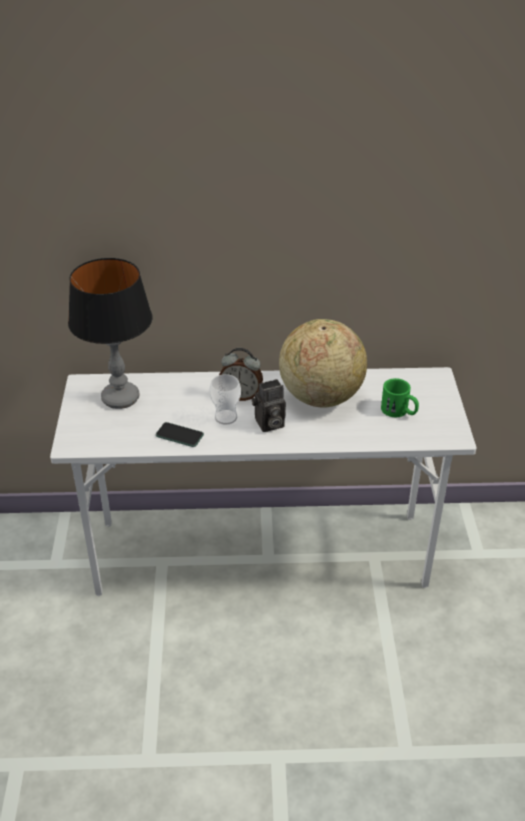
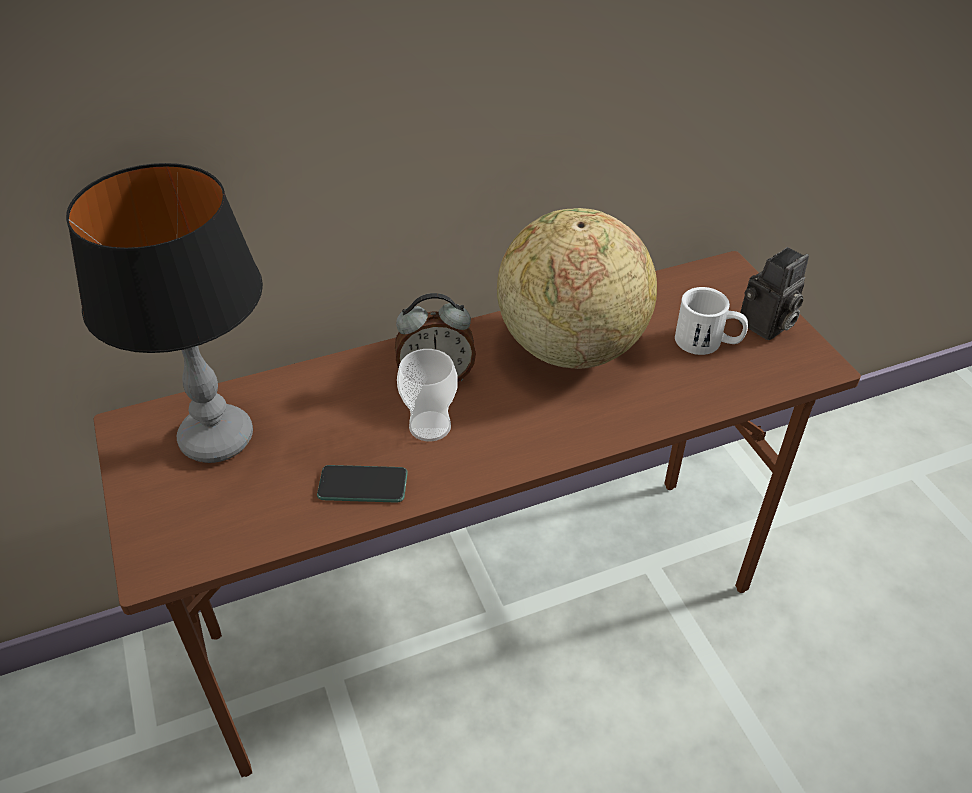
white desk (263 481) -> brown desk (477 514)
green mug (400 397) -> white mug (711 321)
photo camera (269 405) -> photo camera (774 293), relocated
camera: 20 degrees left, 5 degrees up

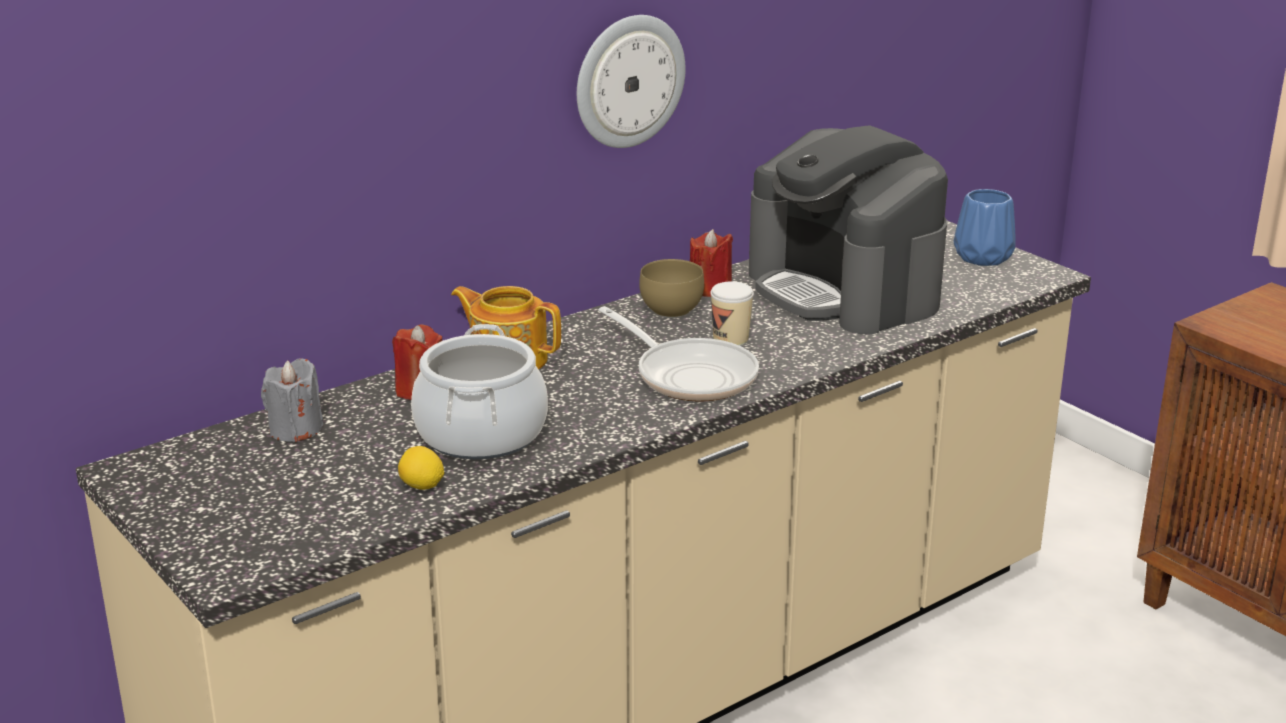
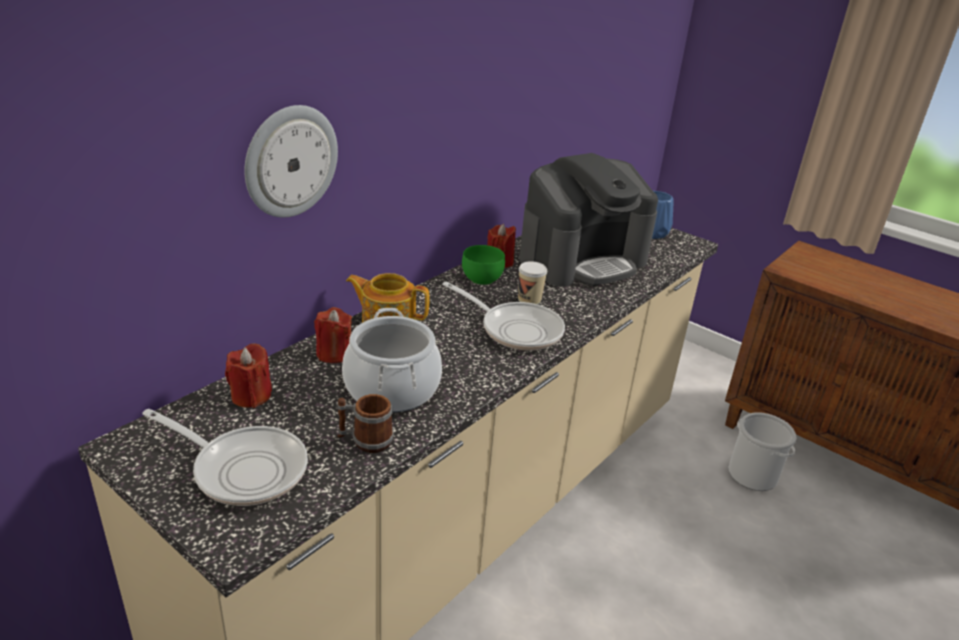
none -> frying pan (225 457)
grey candle (292 400) -> red candle (248 376)
wall clock (631 81) -> wall clock (291 161), relocated
lemon (421 468) -> mug (365 423)
brown bowl (671 288) -> green bowl (483 265)
coffee machine (848 229) -> coffee machine (588 220), 75 degrees counterclockwise
none -> bucket (763 451)
camera: 15 degrees left, 5 degrees up

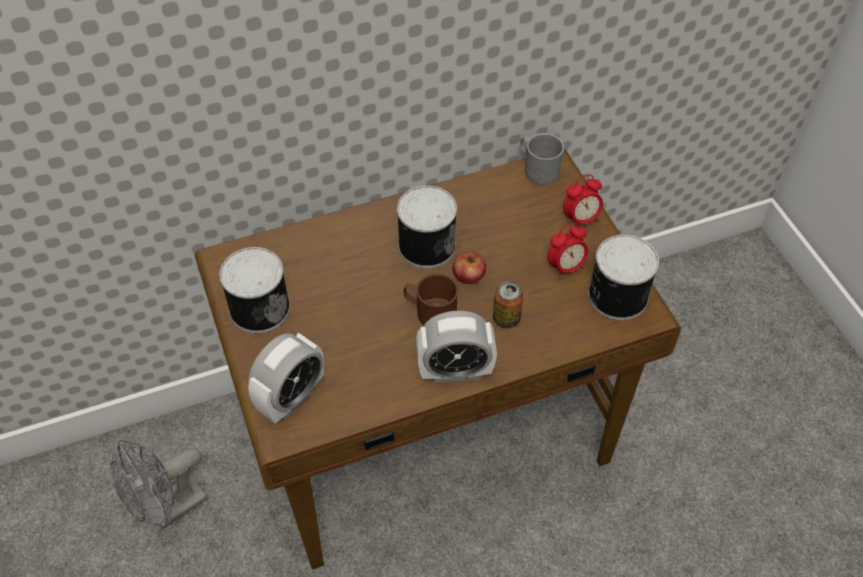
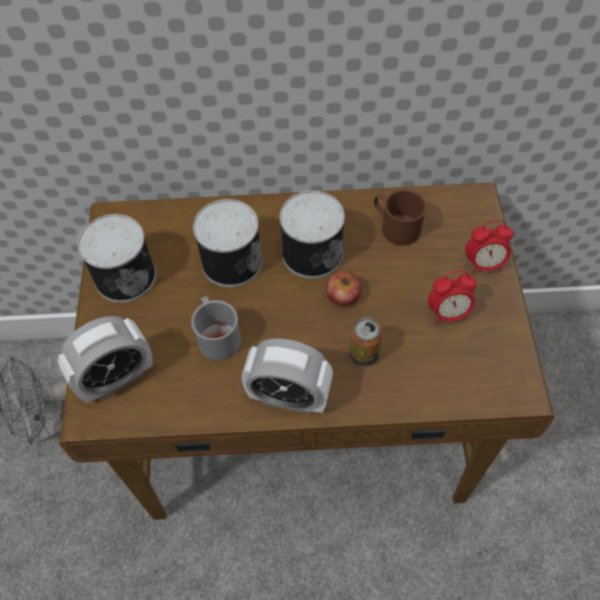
grey mug (542 158) -> grey mug (216 328), relocated
can (623 277) -> can (227 243), relocated
brown mug (431 299) -> brown mug (400 217), relocated
camera: 20 degrees right, 5 degrees up

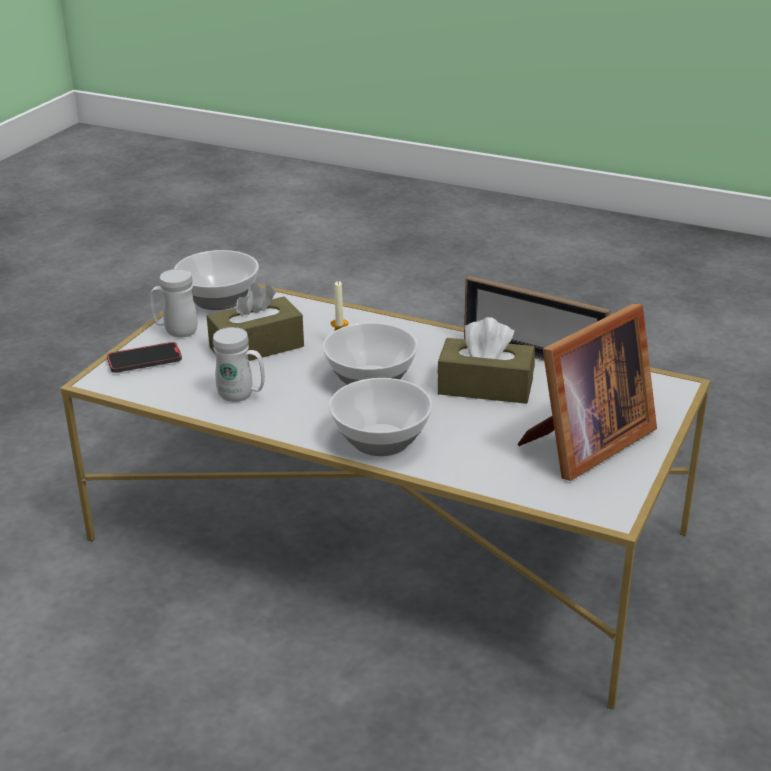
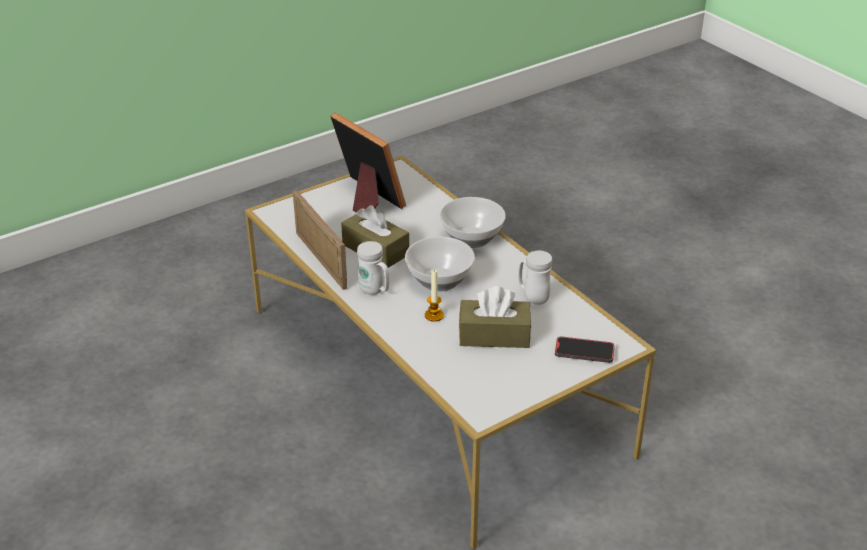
picture frame (587 392) -> picture frame (368 162), 60 degrees clockwise
white mug (173 303) -> white mug (373 268), relocated
bowl (216 280) -> none
camera: 150 degrees left, 5 degrees up

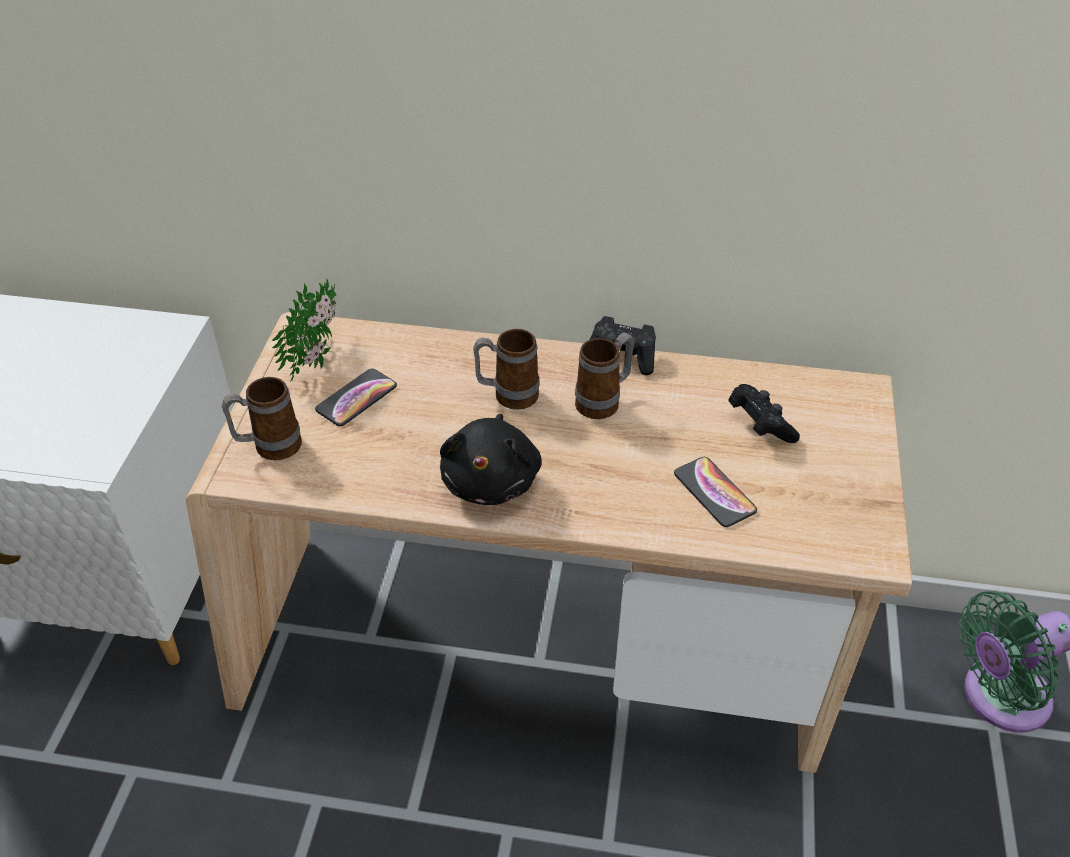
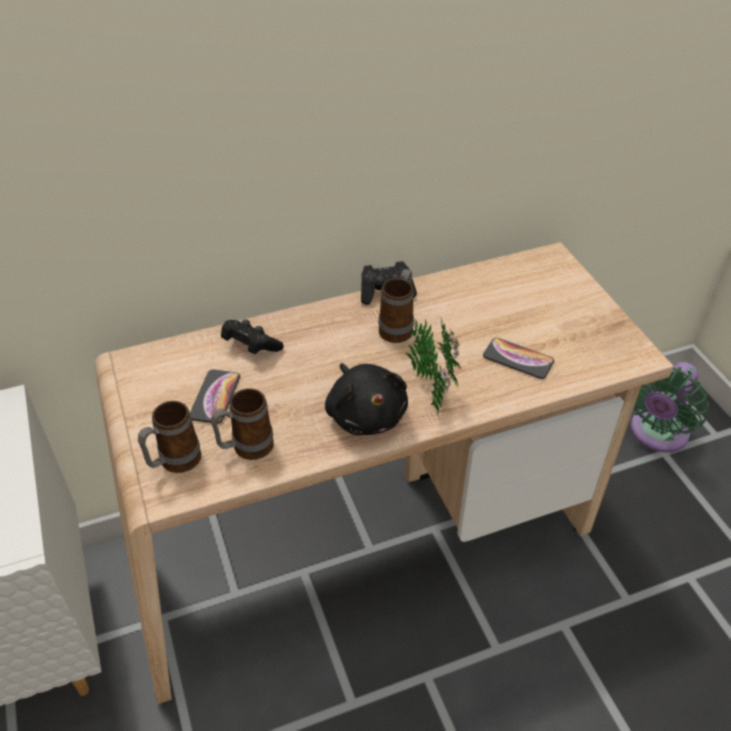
mug (506 369) -> mug (242 424), relocated
black game controller (764 413) -> black game controller (252 337), relocated
potted plant (304 330) -> potted plant (433 364), relocated
camera: 30 degrees left, 0 degrees up

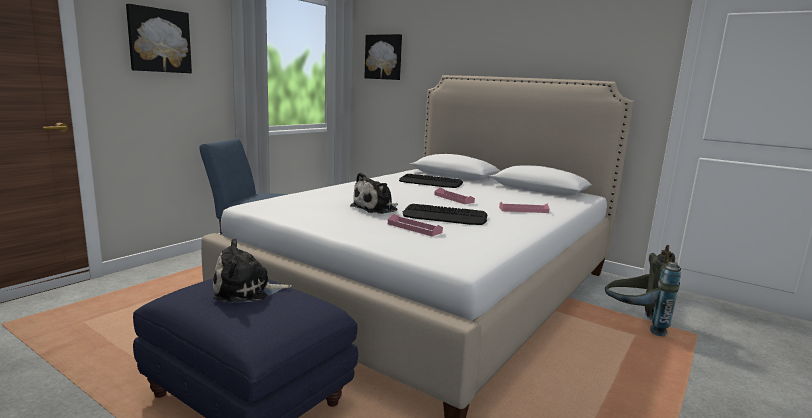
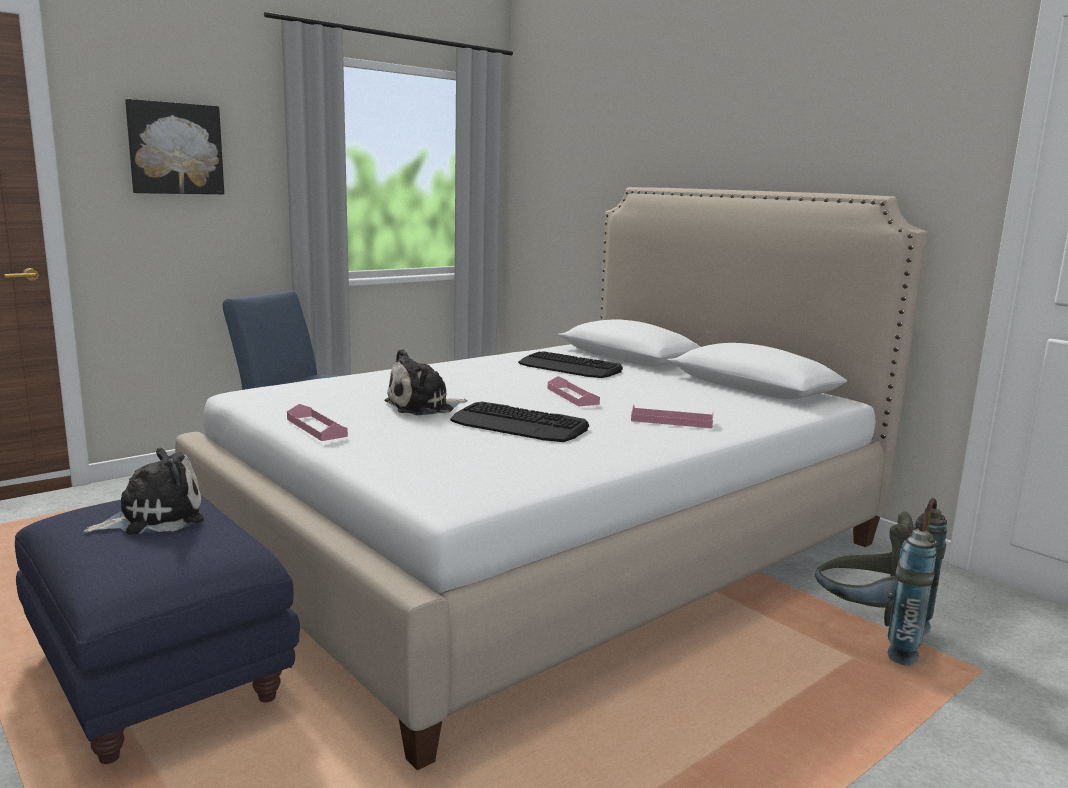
plush toy (252 270) -> plush toy (144 491), 150 degrees clockwise
pink tray (415 225) -> pink tray (317 422), relocated
picture (383 57) -> none
camera: 15 degrees right, 0 degrees up

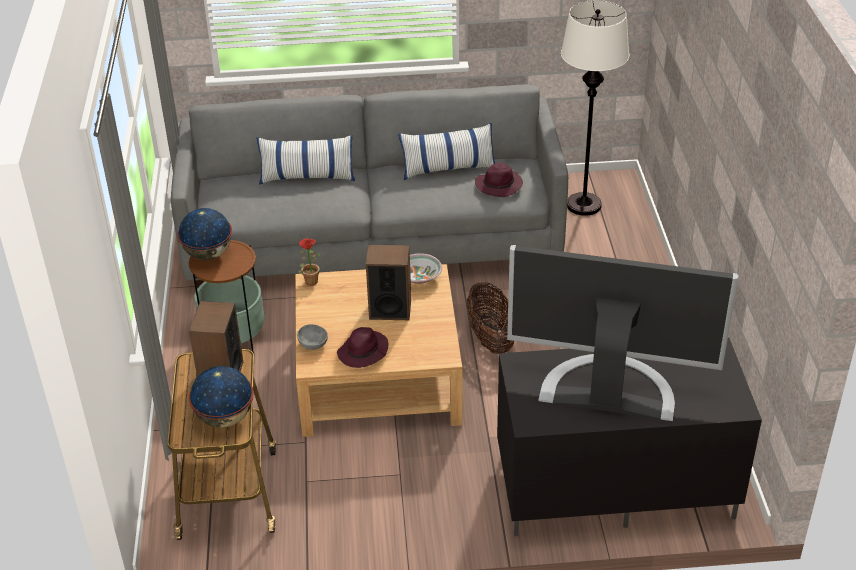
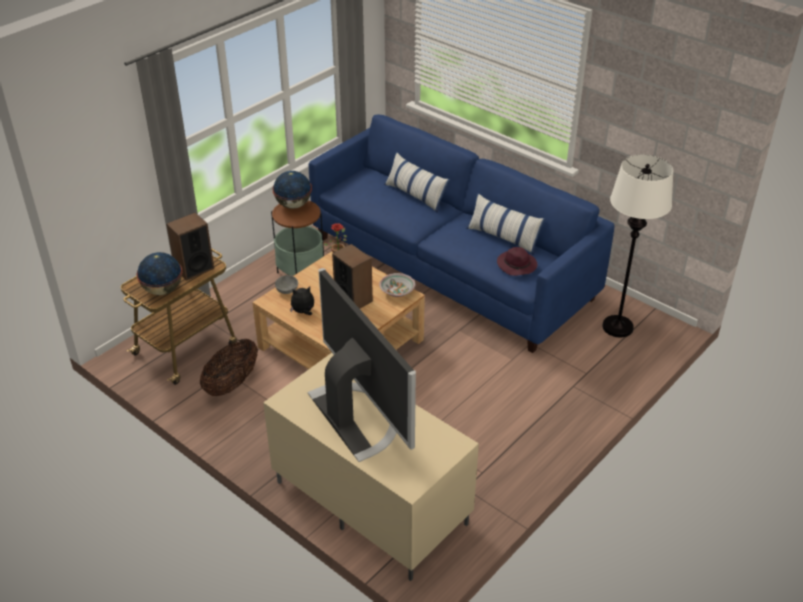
basket (490 318) -> basket (229 367), relocated
black tv stand (629 436) -> beige tv stand (371 467)
purple hat (362 347) -> plush toy (302 300)
grey sofa (369 186) -> blue sofa (461 234)
camera: 45 degrees right, 0 degrees up

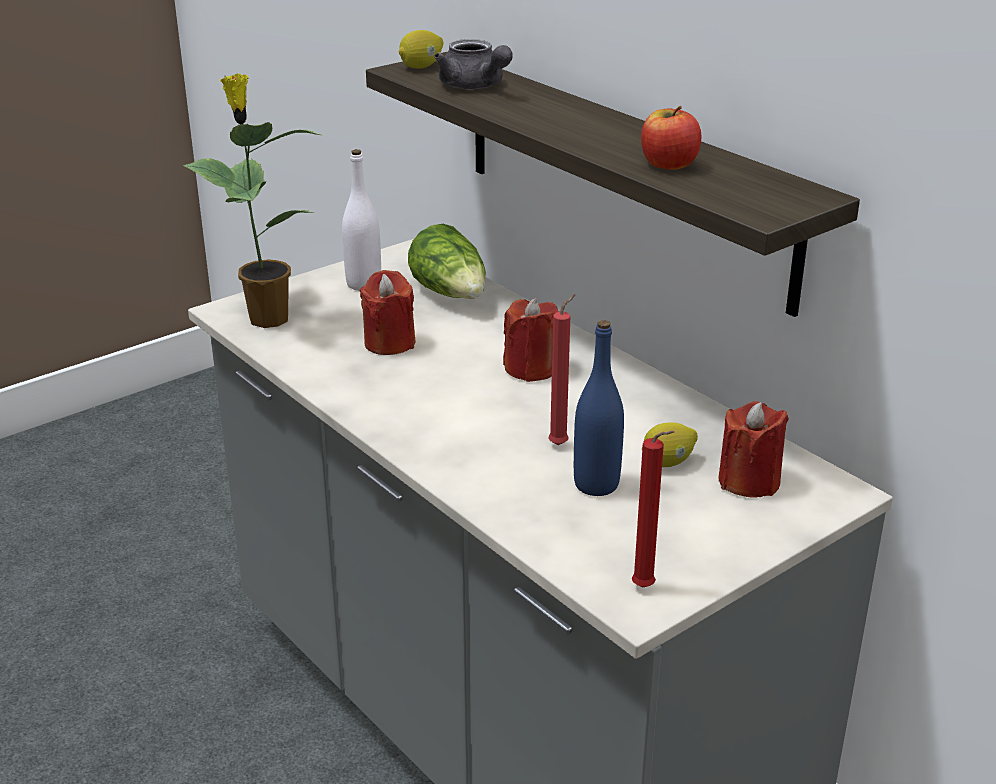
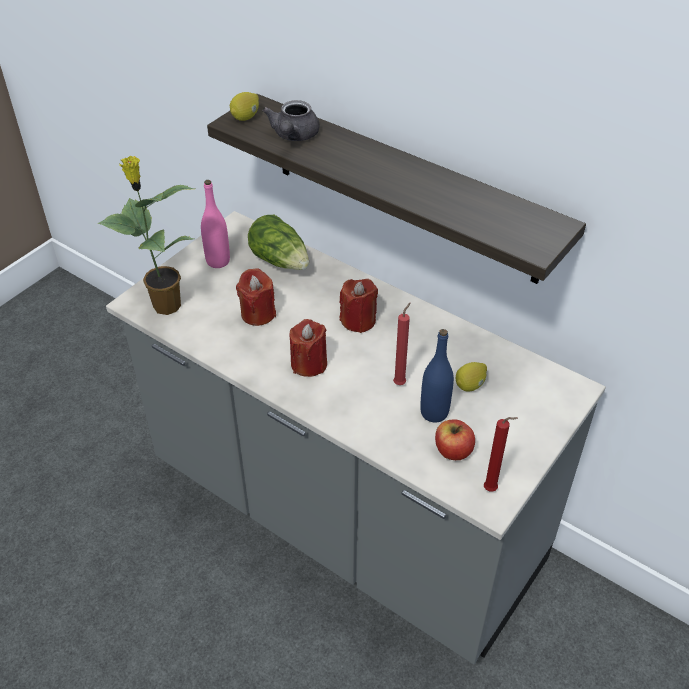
white bottle (361 220) -> pink bottle (215 224)
grey teapot (473 64) -> grey teapot (291 120), 60 degrees clockwise
red candle (753 449) -> red candle (308 348), relocated
apple (671 138) -> apple (455 439), relocated
camera: 15 degrees left, 15 degrees up

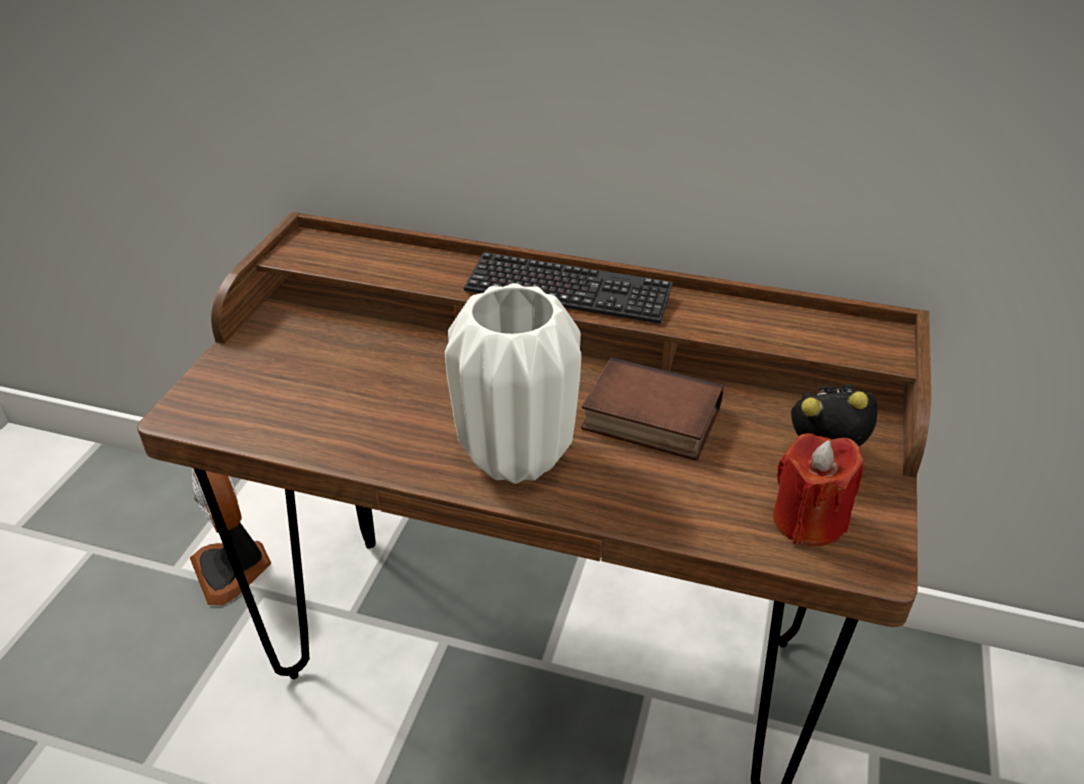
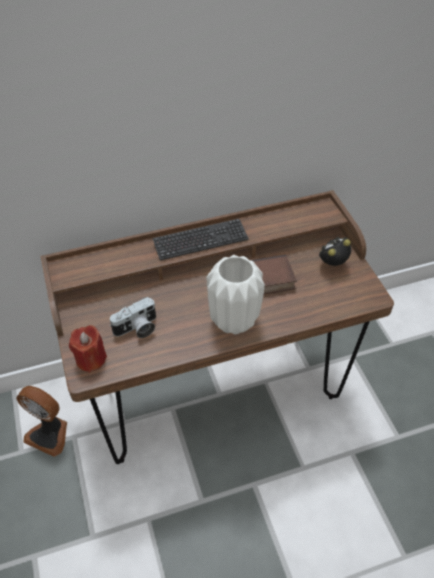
red candle (818 489) -> red candle (88 349), relocated
none -> photo camera (133 317)
camera: 35 degrees left, 10 degrees up

